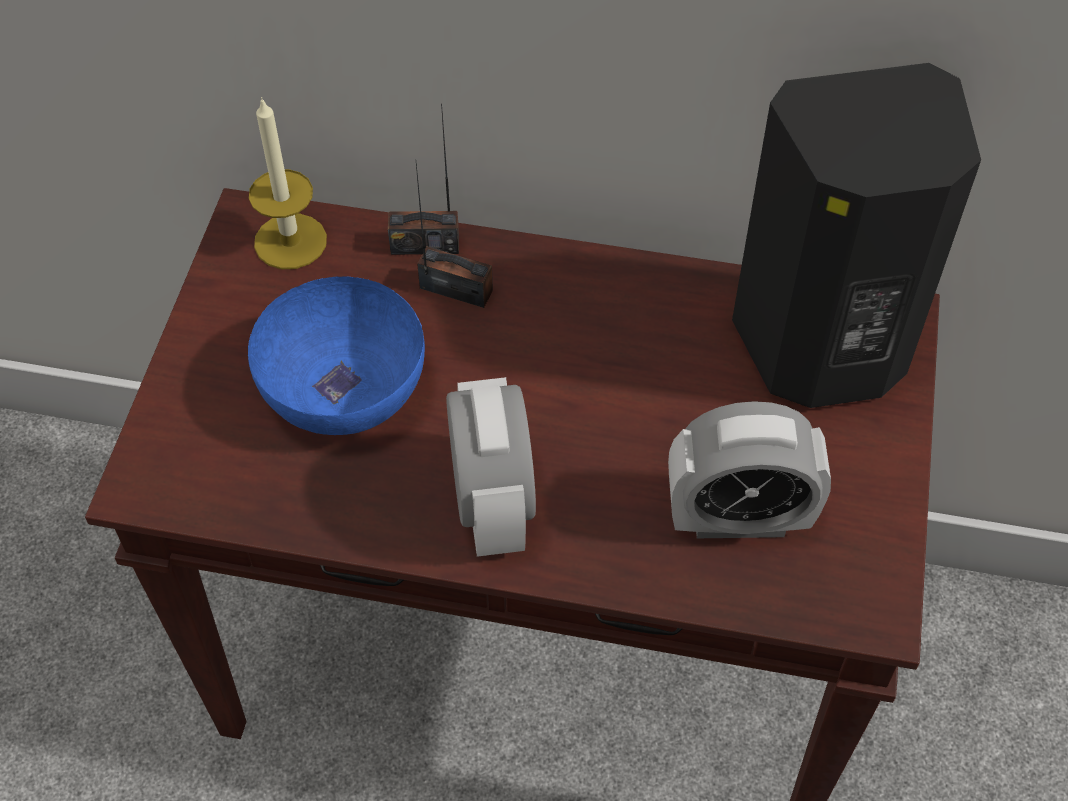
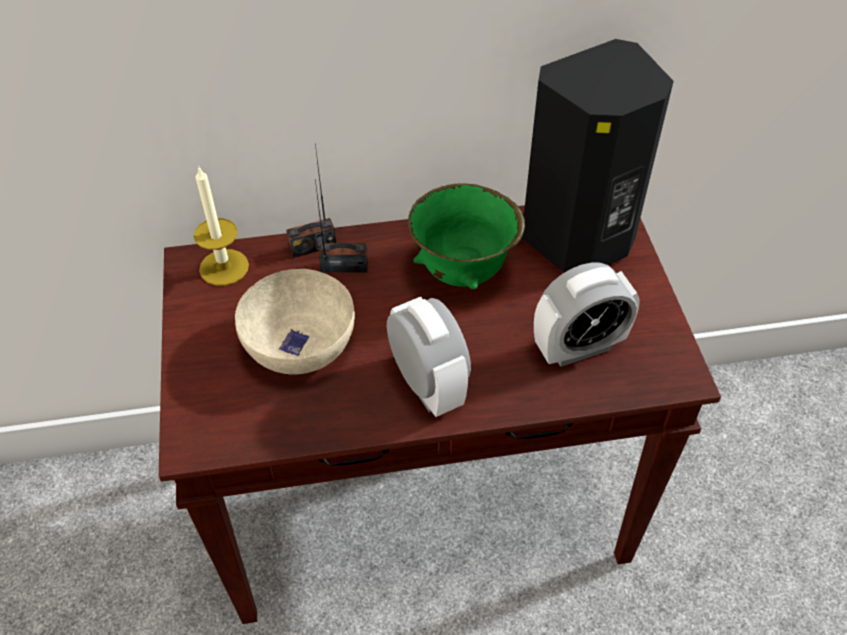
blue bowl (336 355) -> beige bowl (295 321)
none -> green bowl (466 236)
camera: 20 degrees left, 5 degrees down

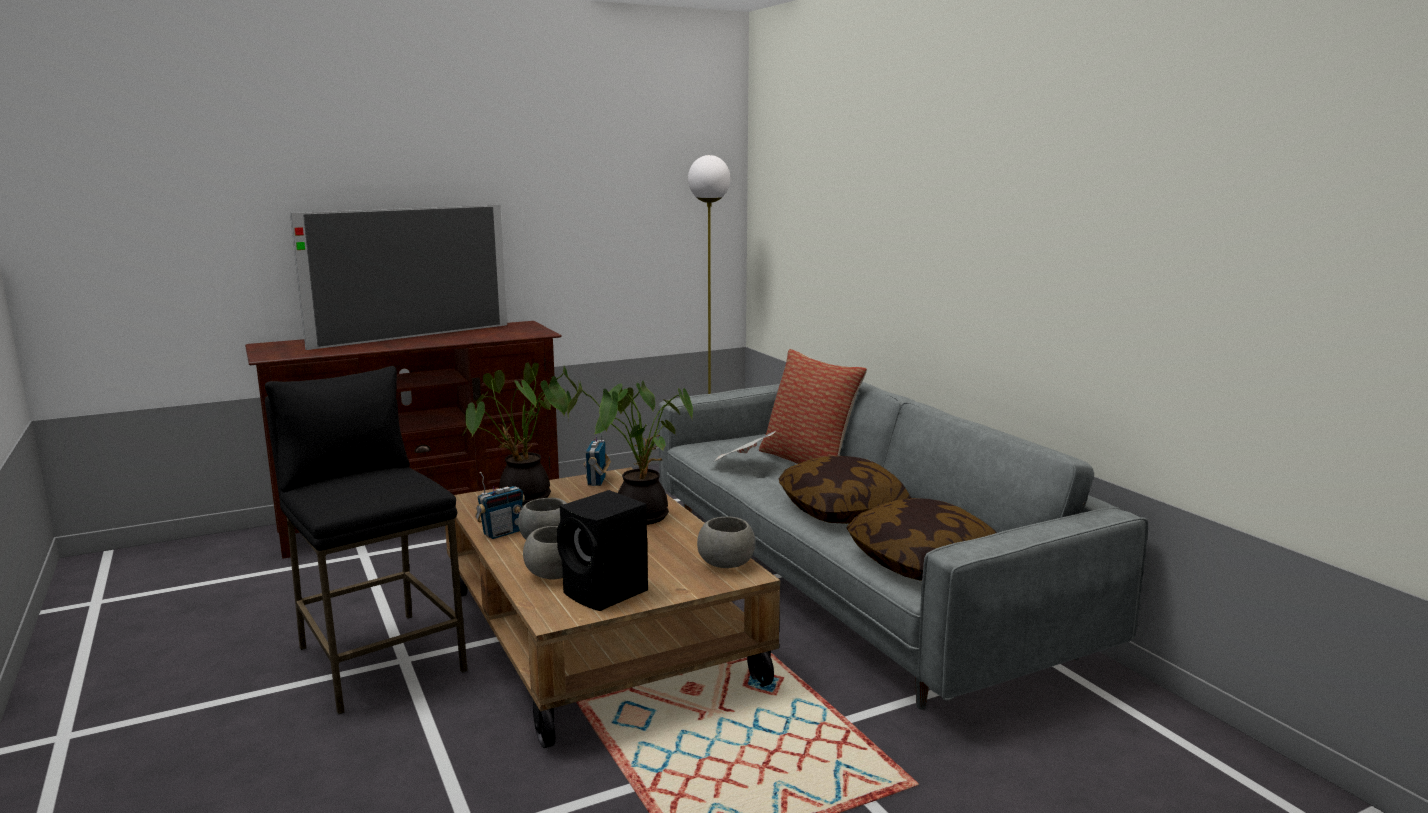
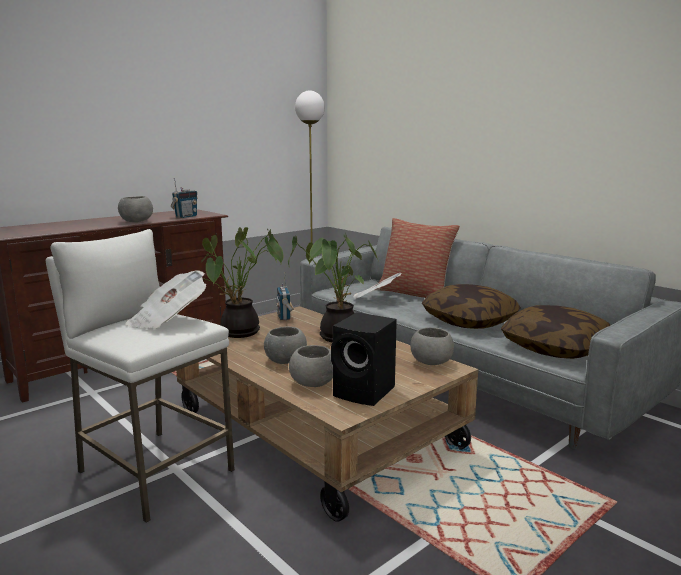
black stool (366 540) -> white stool (140 376)
none -> grey bowl (135 209)
none -> newspaper (166 299)
radio (500 505) -> radio (184 198), relocated
television (398 277) -> none
camera: 15 degrees left, 0 degrees up

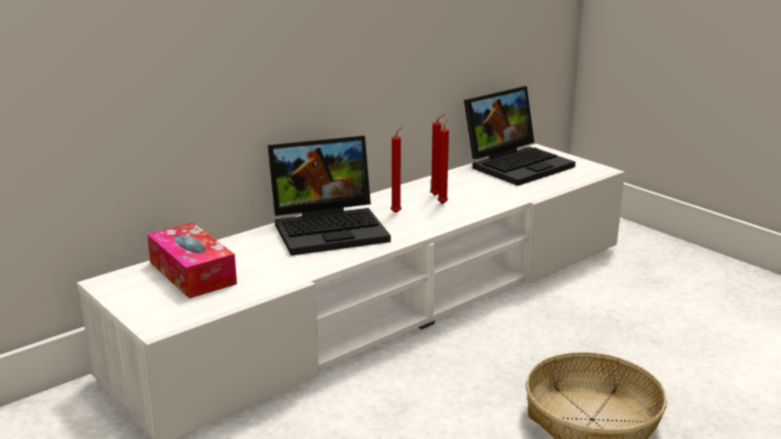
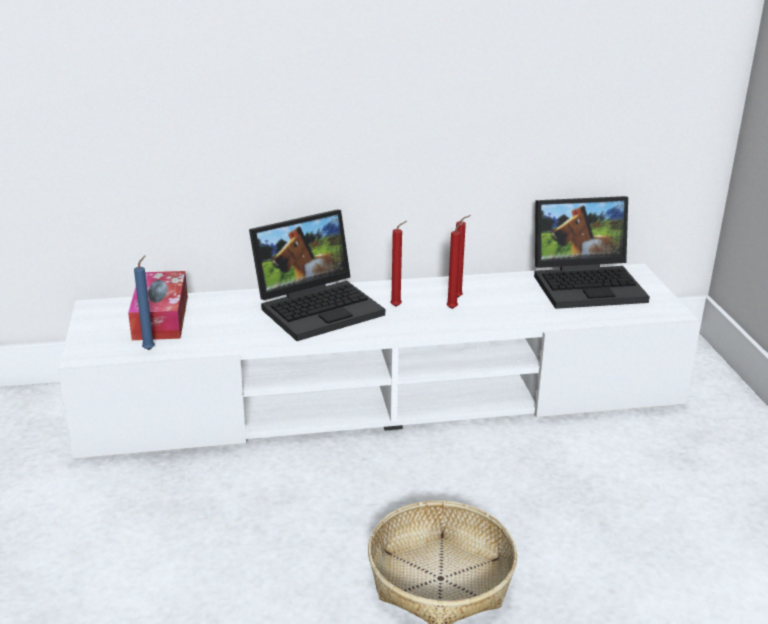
none -> blue candle (144 302)
laptop (329 196) -> laptop (317 275), 45 degrees counterclockwise
camera: 30 degrees right, 5 degrees up

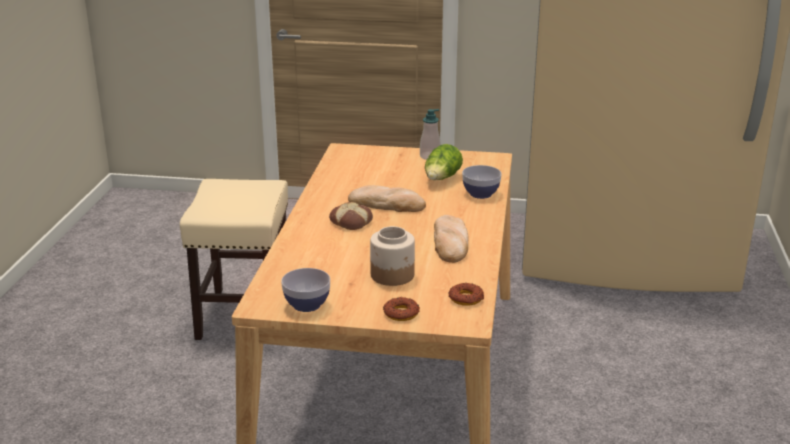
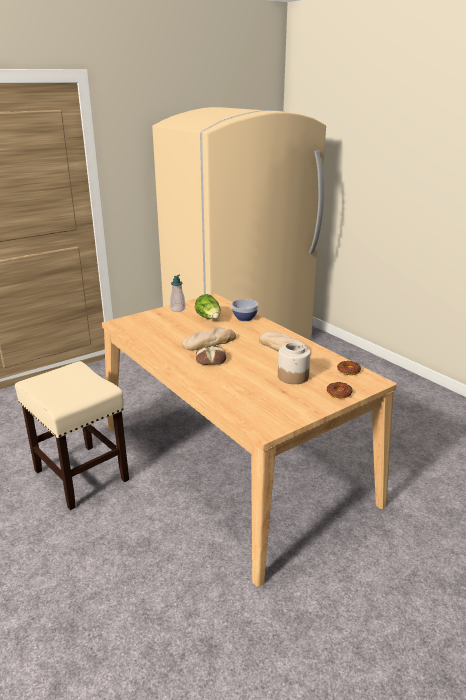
bowl (305 290) -> none
camera: 45 degrees left, 0 degrees up

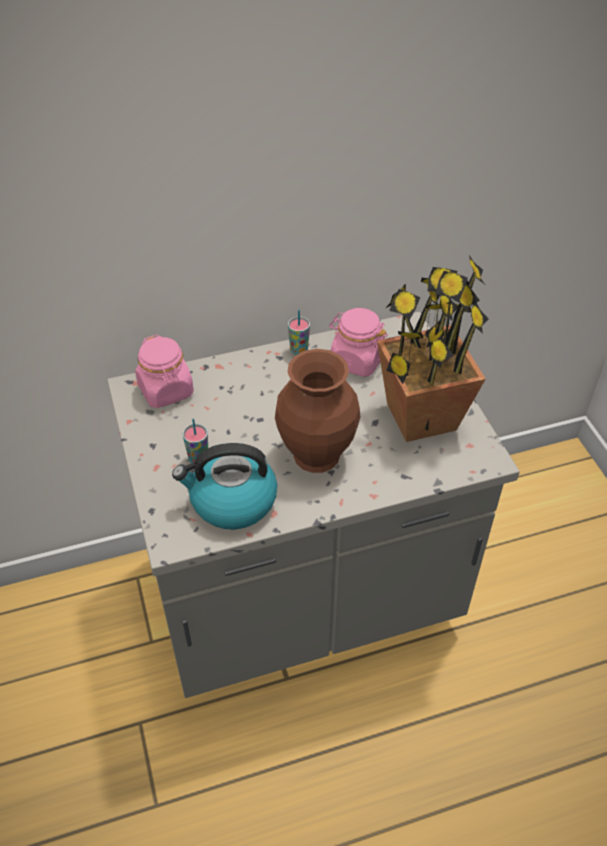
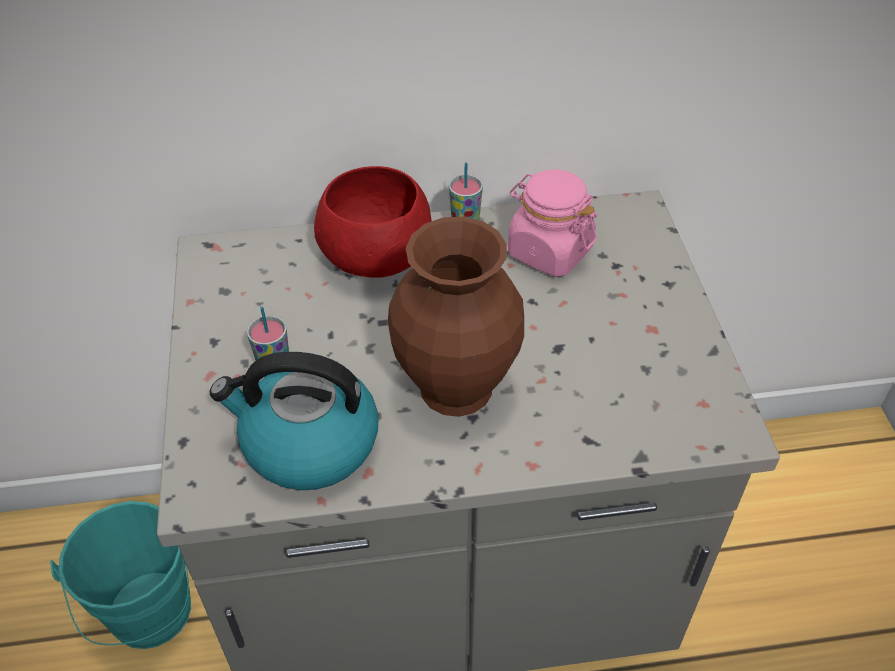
none -> turquoise bucket (120 575)
none -> red bowl (372 222)
pink jar (164 371) -> none
potted plant (433 348) -> none
camera: 10 degrees right, 0 degrees up

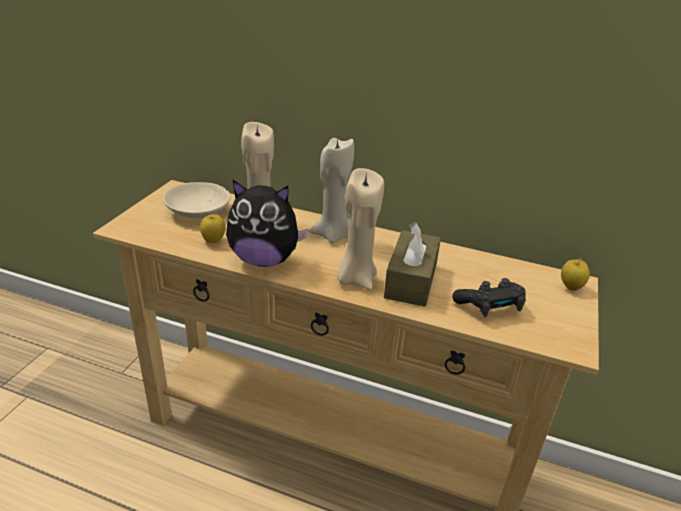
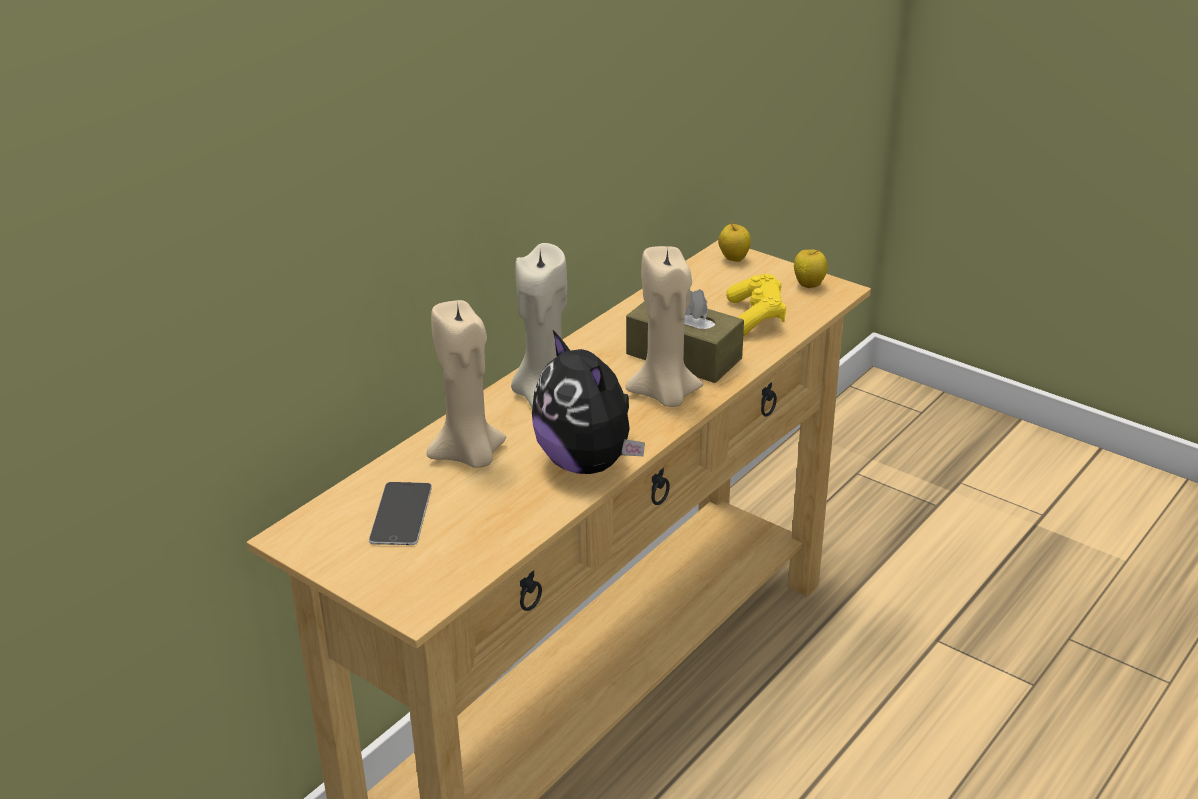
beige bowl (197 200) -> phone (400 513)
plush toy (267 223) -> plush toy (588 402), 120 degrees clockwise
black game controller (489 298) -> yellow game controller (756 305)
apple (213 228) -> apple (811 268), relocated
camera: 70 degrees left, 0 degrees up

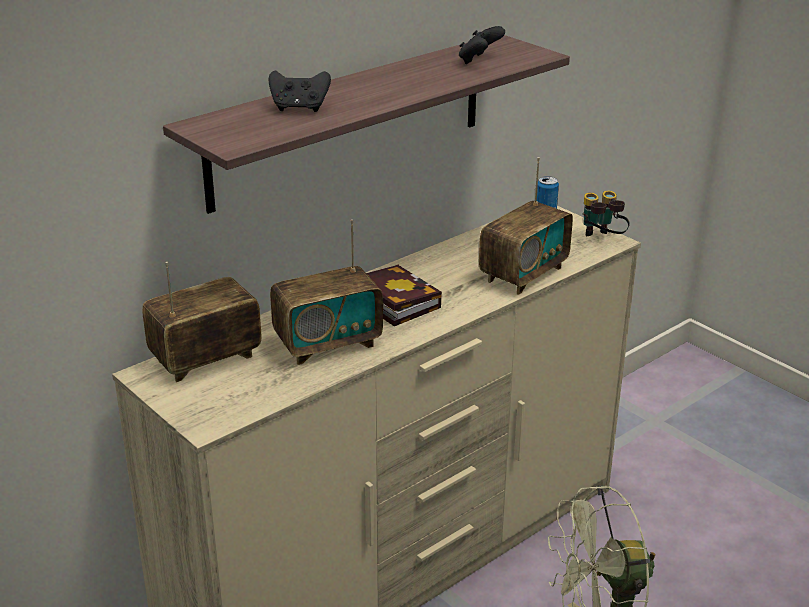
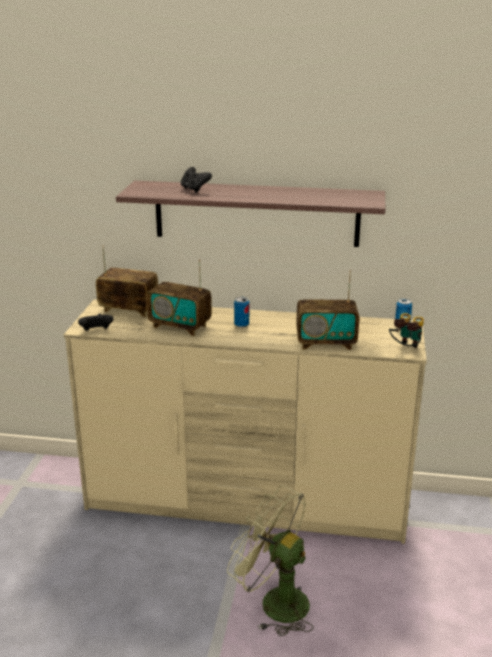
black game controller (482 45) -> black game controller (95 322), relocated
book (404 295) -> can (241 312)
camera: 50 degrees right, 5 degrees down

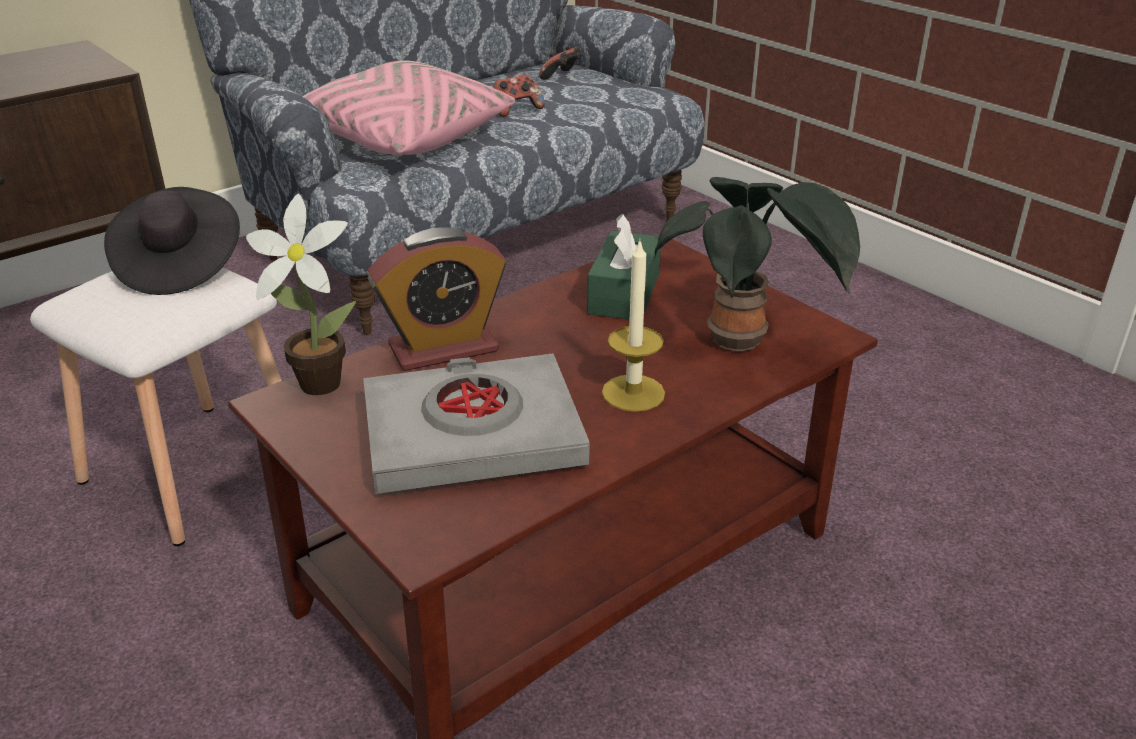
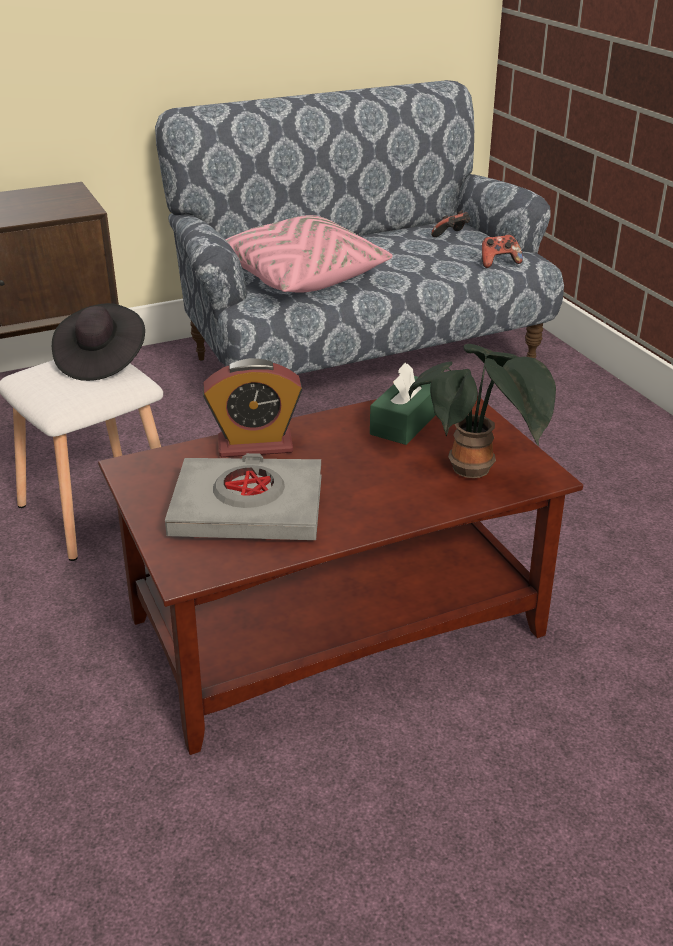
game controller (519 96) -> game controller (502 251), relocated
potted plant (301 294) -> none
candle (633 325) -> none
camera: 15 degrees right, 0 degrees up

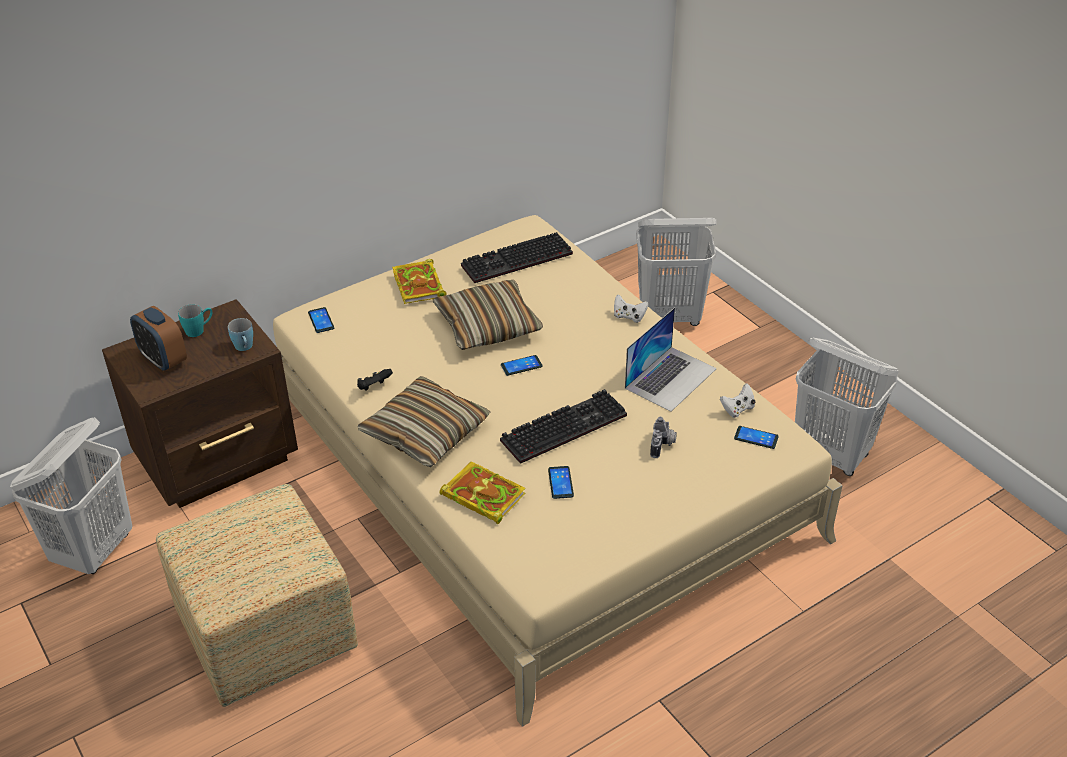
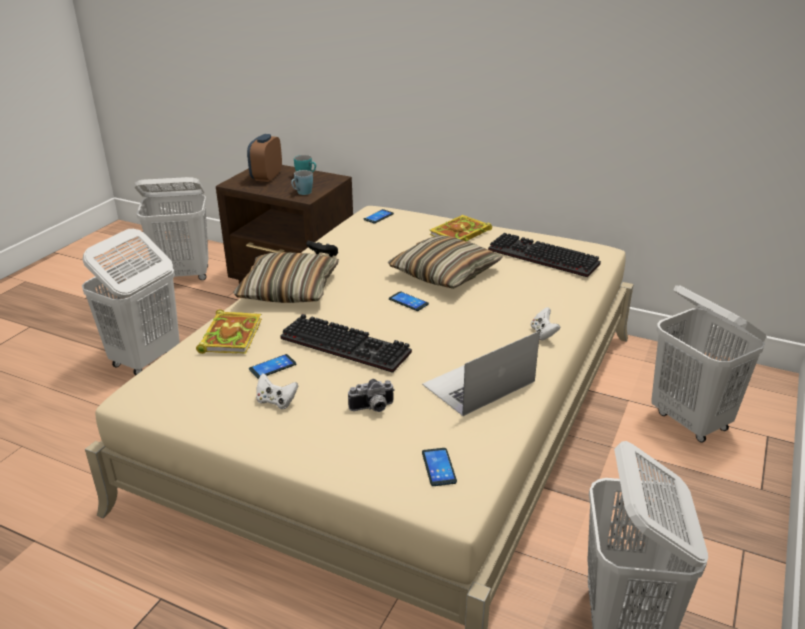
ottoman (257 595) -> white laundry basket (131 302)
white game controller (738 400) -> white game controller (277 391), relocated
laptop (671 359) -> laptop (481 373), 135 degrees clockwise
camera: 60 degrees right, 10 degrees down

